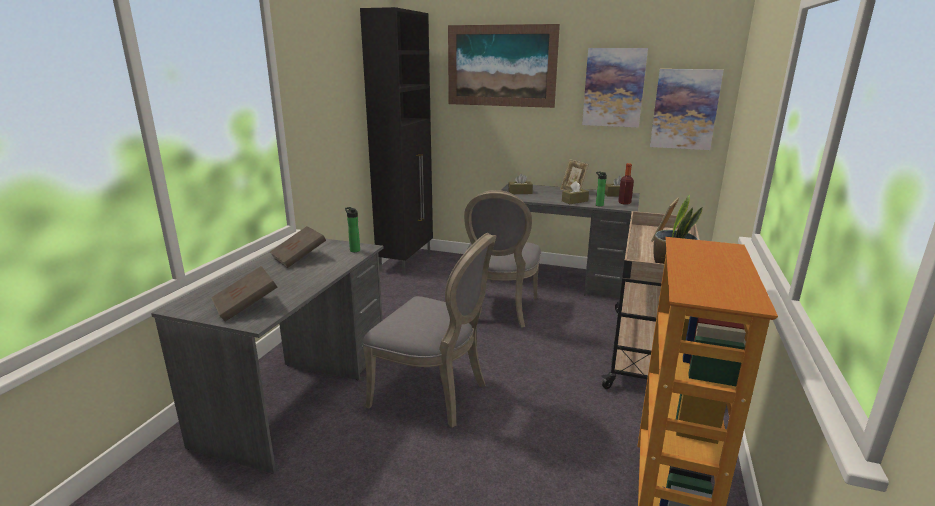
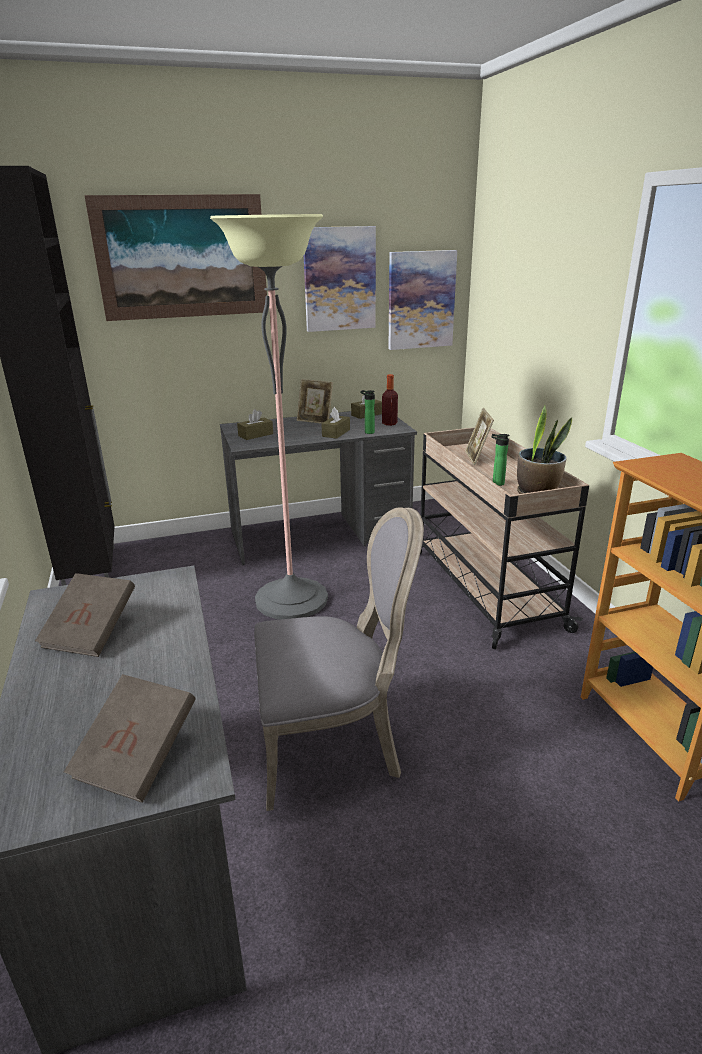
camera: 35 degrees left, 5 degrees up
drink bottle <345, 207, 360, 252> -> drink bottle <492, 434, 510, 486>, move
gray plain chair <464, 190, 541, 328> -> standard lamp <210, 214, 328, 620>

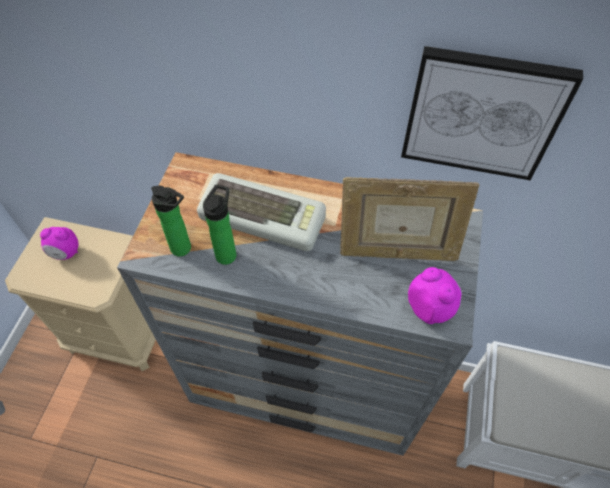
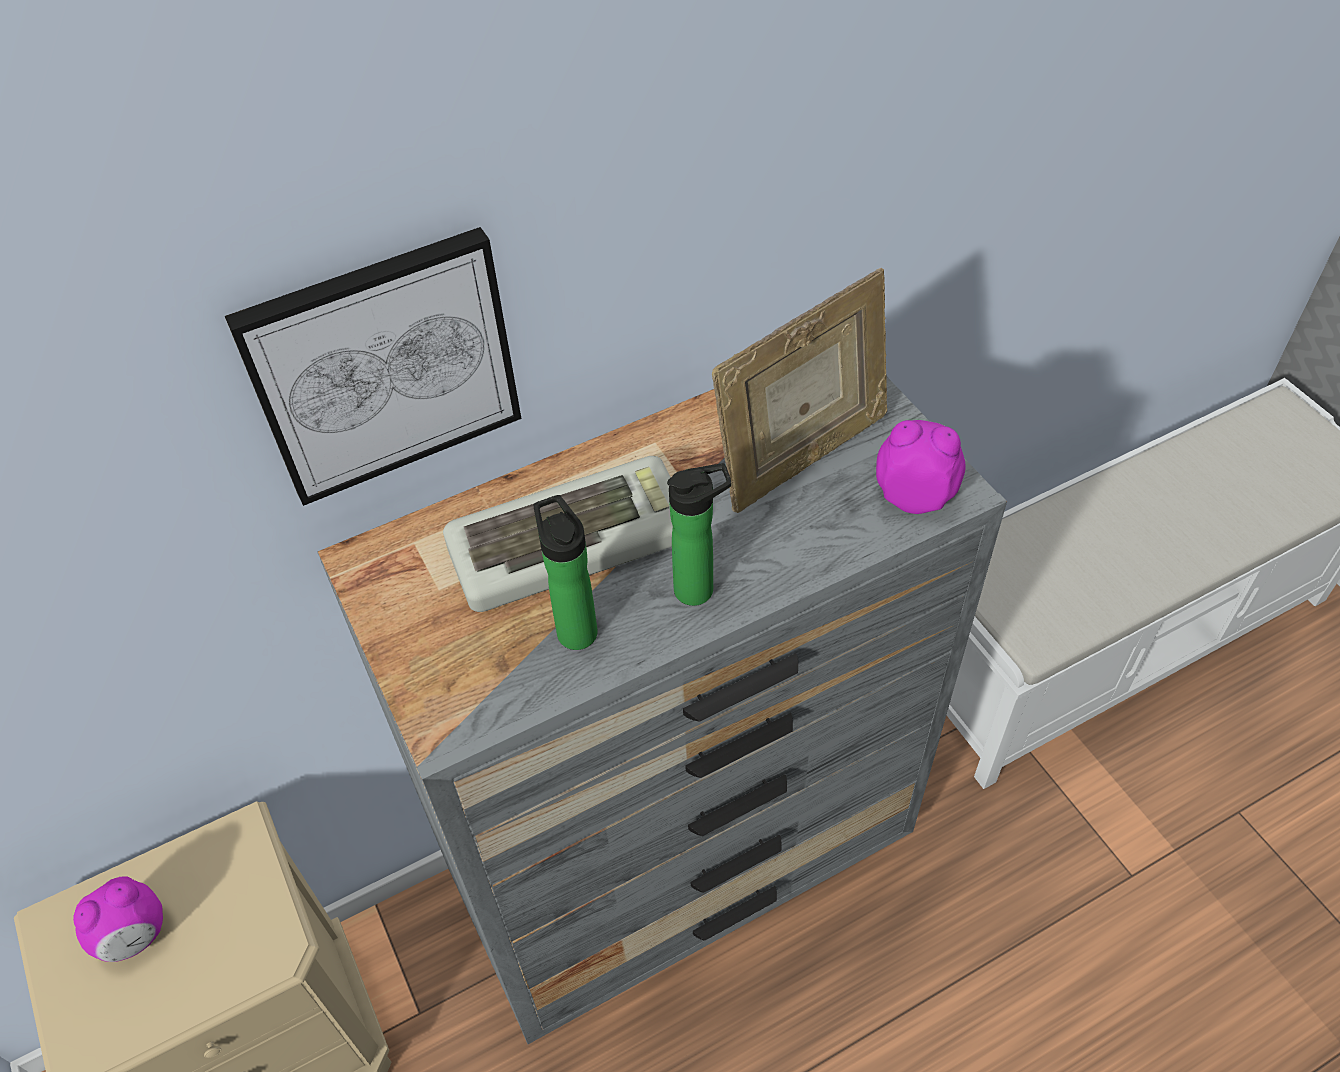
camera: 40 degrees left, 5 degrees down
drink bottle <151, 185, 191, 257> -> drink bottle <667, 463, 731, 606>, move
picture <401, 46, 583, 180> -> picture <225, 227, 521, 506>, move

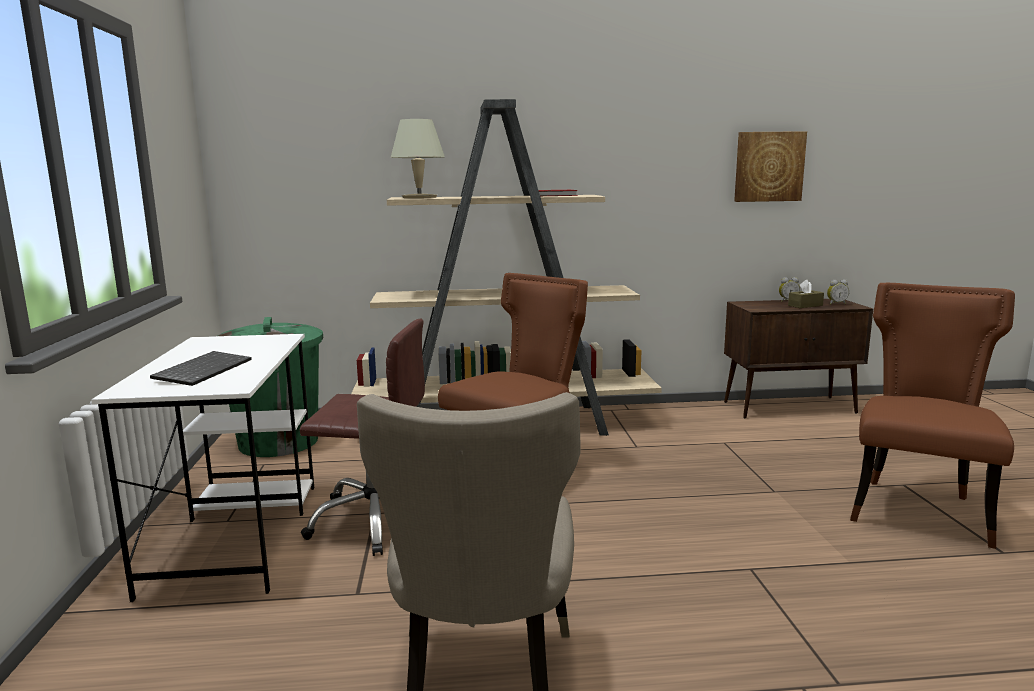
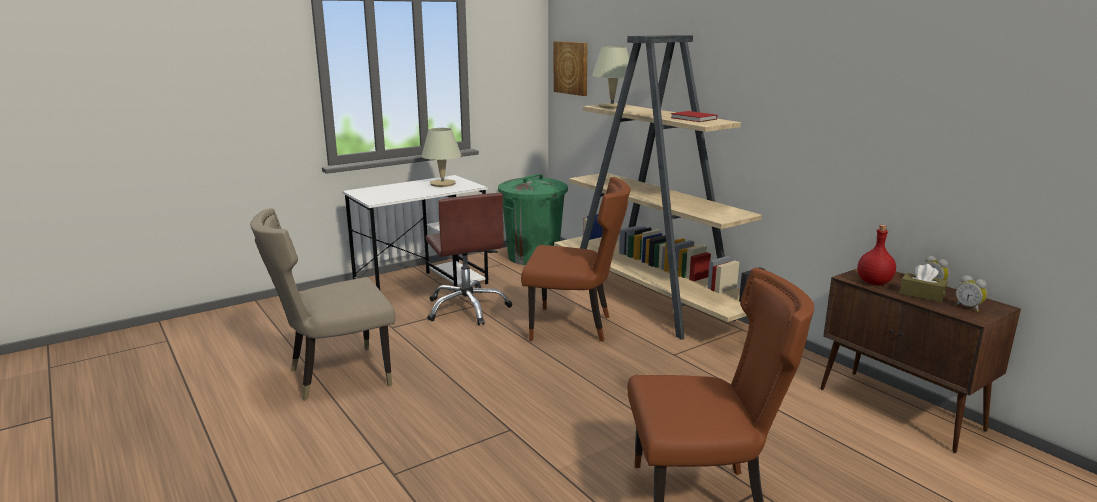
camera: 60 degrees right, 5 degrees up
computer keyboard <150, 351, 252, 386> -> none
none -> beige table lamp <421, 128, 461, 187>
none -> red drink bottle <858, 225, 896, 285>
picture <734, 131, 807, 202> -> picture <554, 41, 588, 96>, move

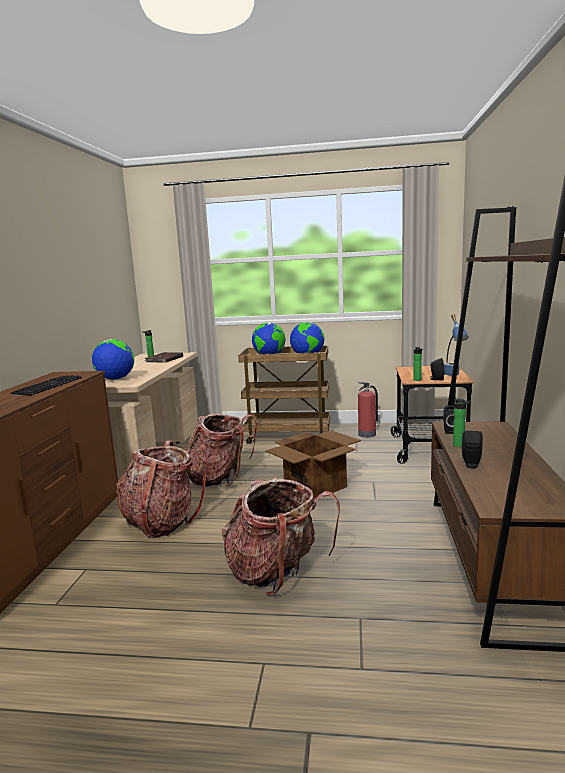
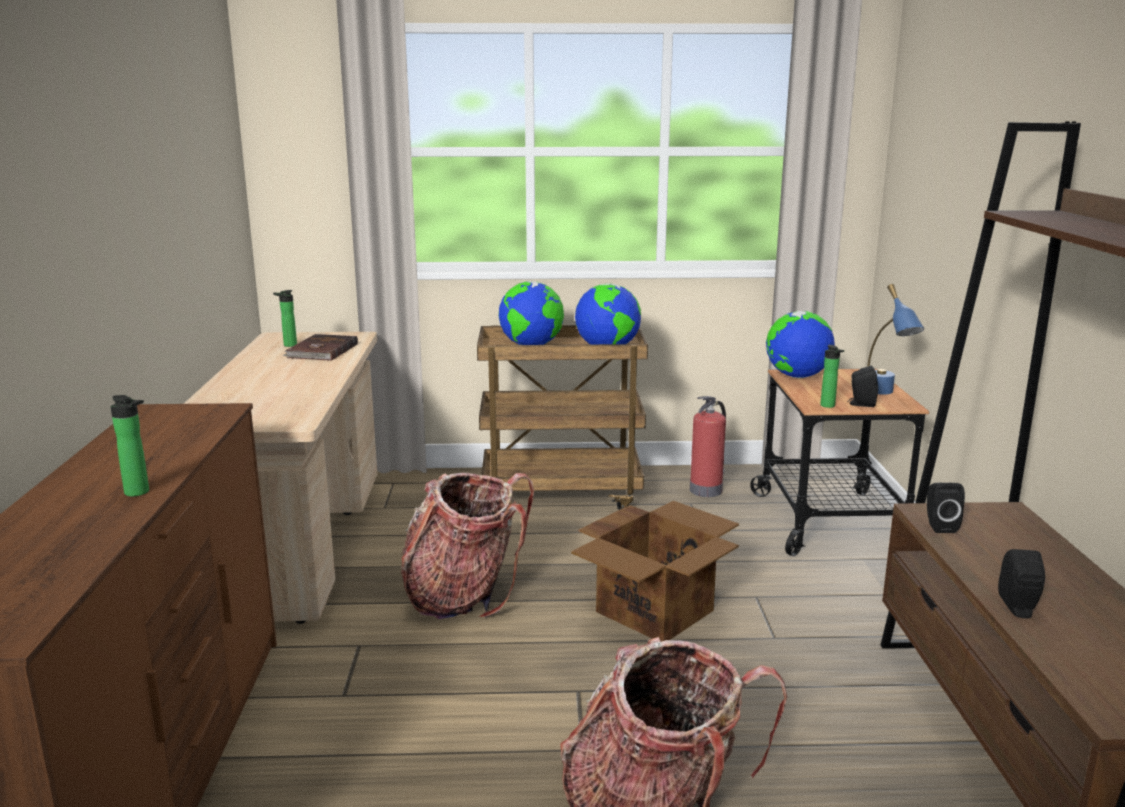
camera: 10 degrees left, 5 degrees up
computer keyboard <10, 375, 82, 395> -> none
backpack <116, 440, 208, 539> -> none
world globe <92, 339, 134, 380> -> world globe <766, 311, 835, 378>, move
drink bottle <453, 399, 471, 447> -> drink bottle <110, 395, 149, 496>, move

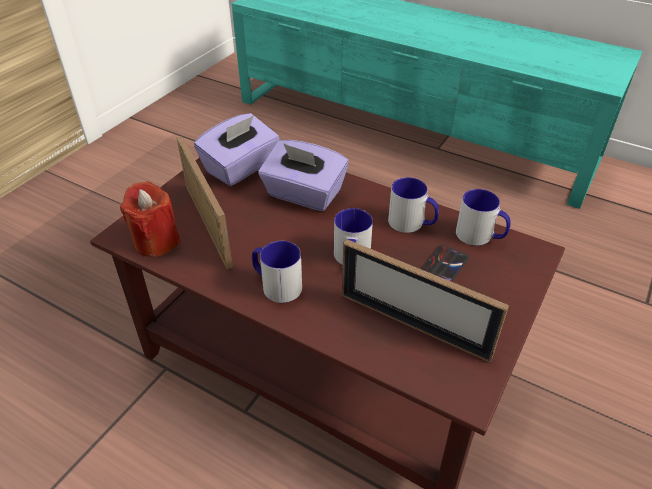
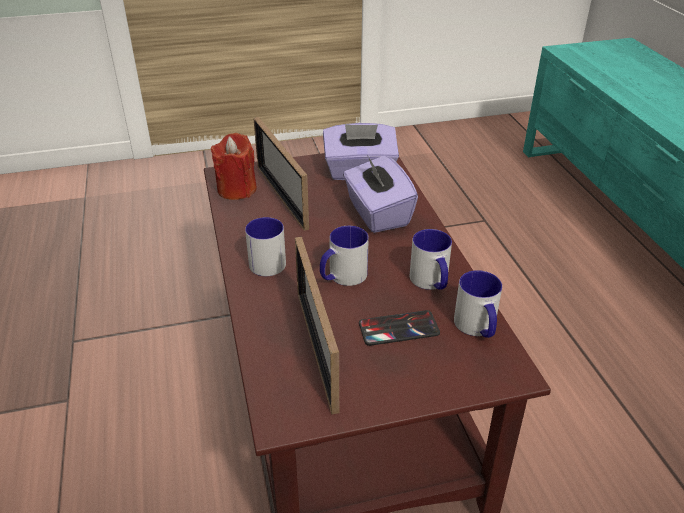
camera: 45 degrees right, 5 degrees down
standing frame <177, 136, 233, 269> -> standing frame <253, 117, 309, 231>, 135 degrees clockwise

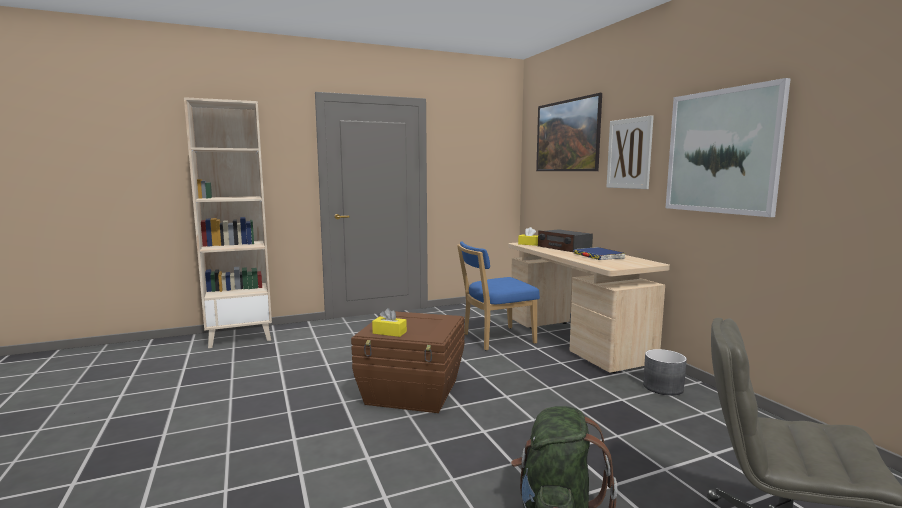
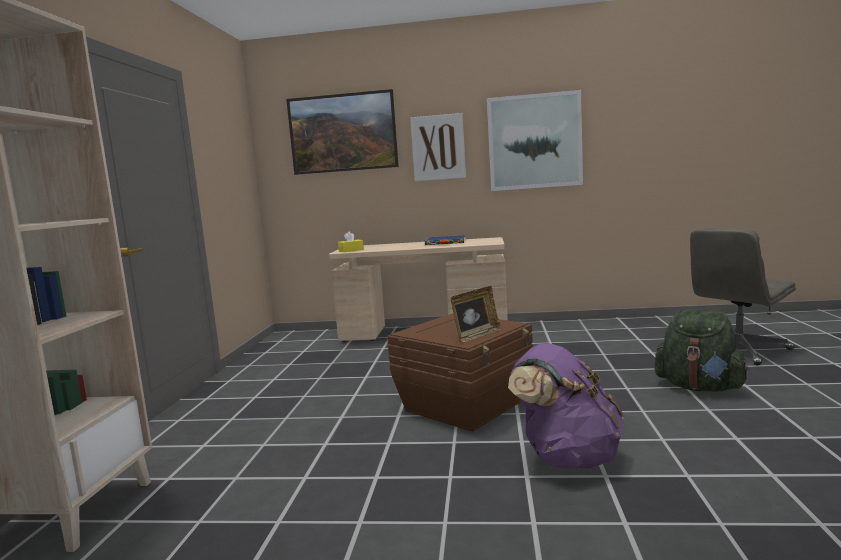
camera: 60 degrees left, 0 degrees up
blue-coloured plain chair <457, 241, 540, 351> -> none
radio receiver <538, 229, 593, 252> -> none
gray plant pot <643, 349, 687, 396> -> none
none -> purple backpack <508, 343, 625, 469>
yellow-coloured box of tissues <372, 308, 407, 337> -> standing frame <451, 286, 501, 342>

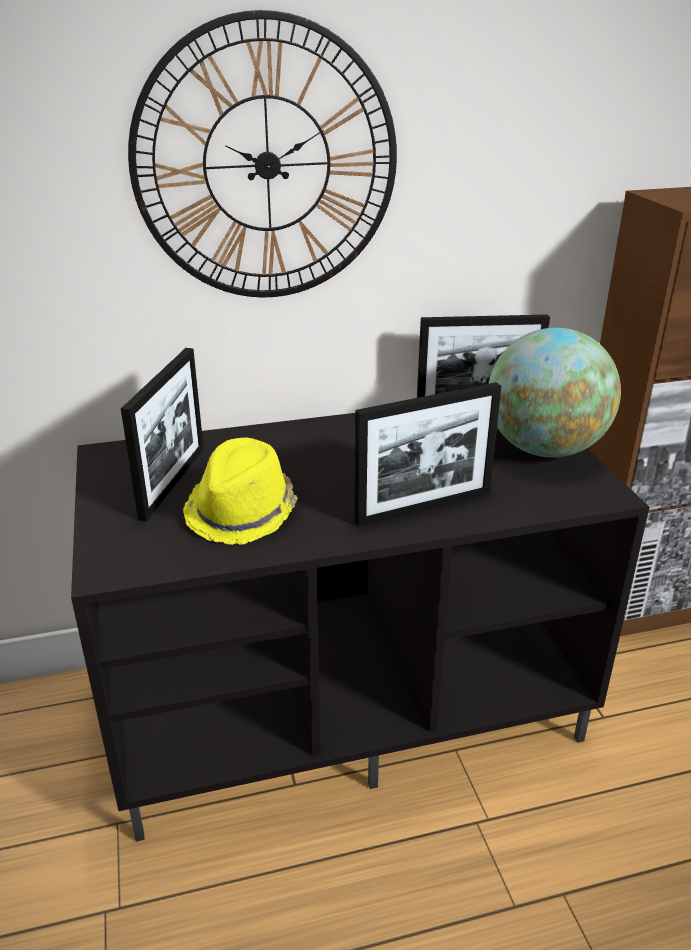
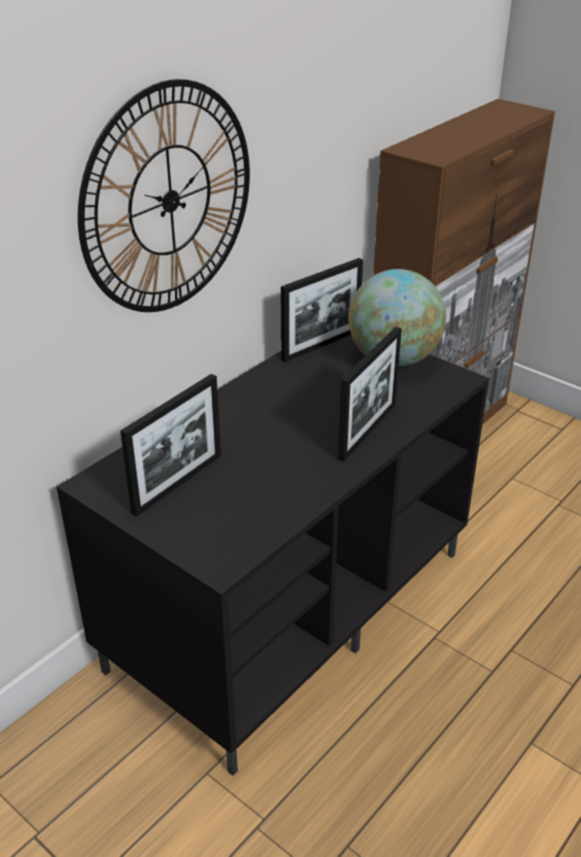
camera: 35 degrees left, 5 degrees up
yellow-coloured wearable hat <183, 438, 298, 545> -> none
standing frame <121, 348, 204, 521> -> standing frame <120, 374, 221, 517>, 60 degrees clockwise

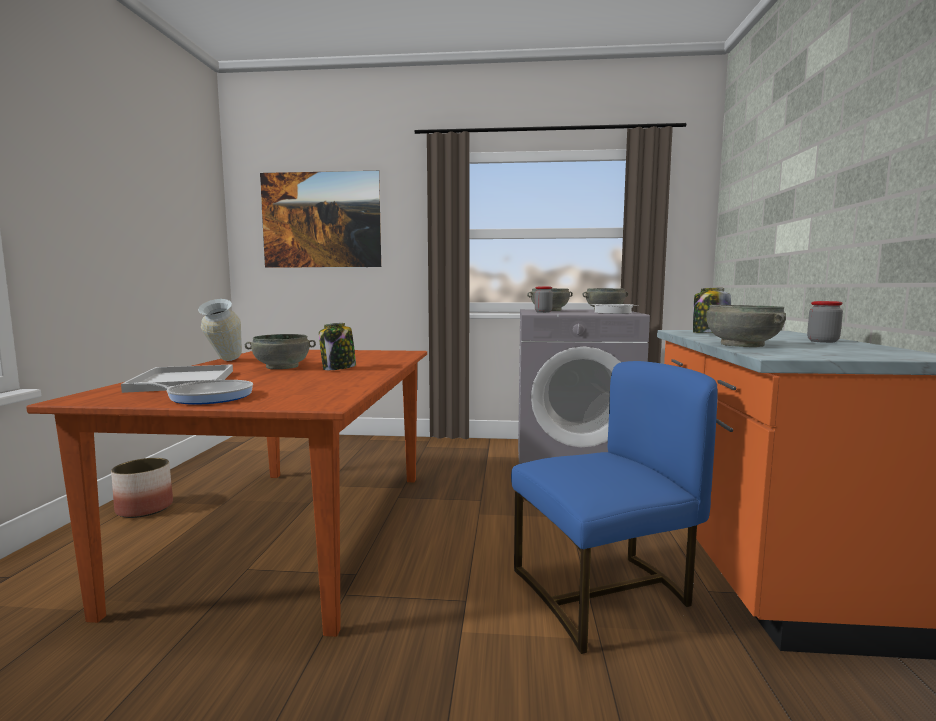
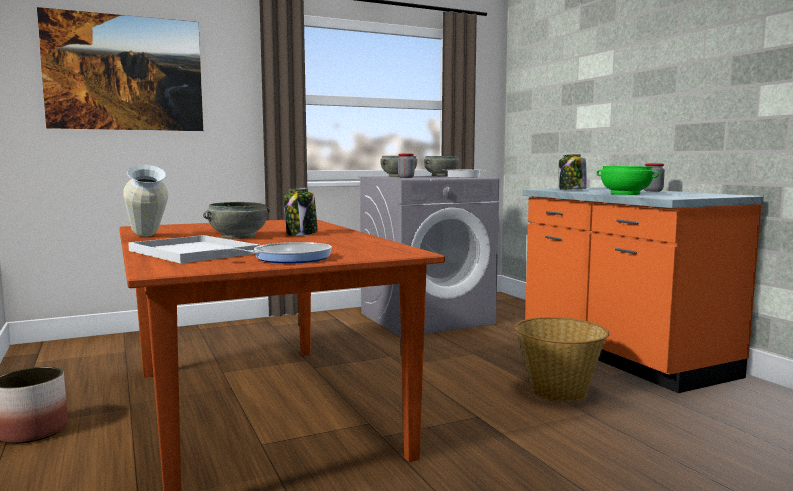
camera: 30 degrees left, 0 degrees up
blue-coloured plain chair <511, 361, 718, 654> -> storage basket <515, 317, 609, 402>
gray serving bowl <706, 305, 786, 347> -> greenish serving bowl <597, 166, 659, 195>

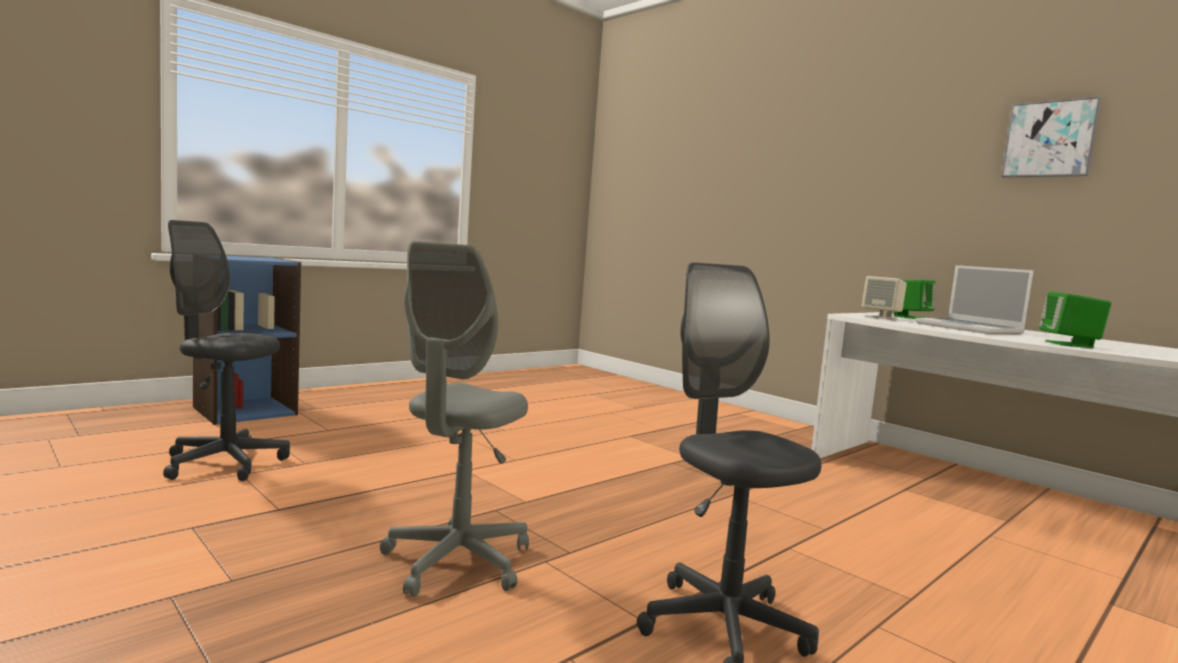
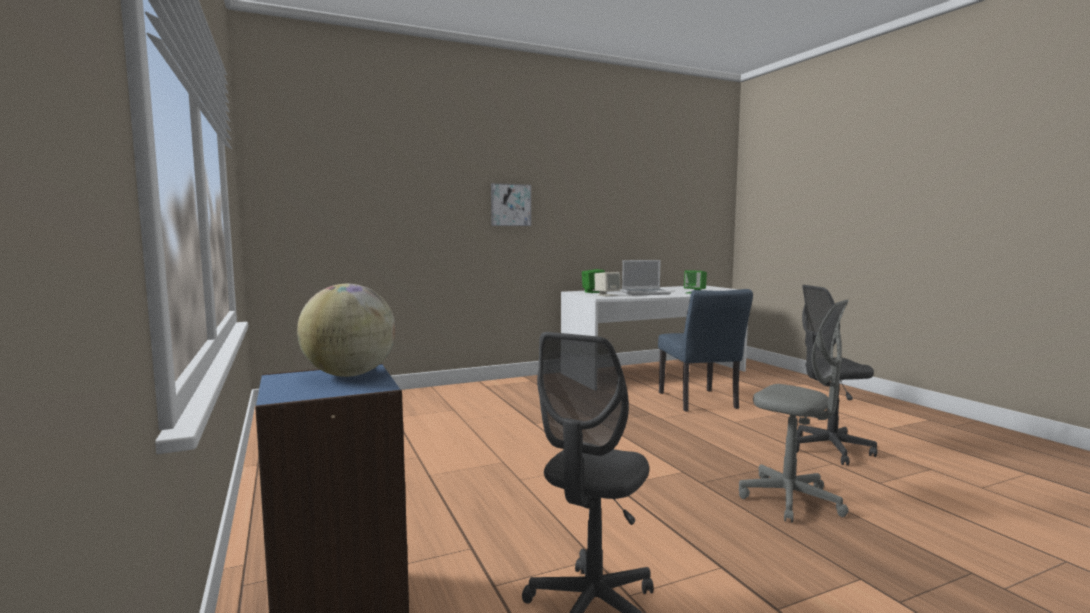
camera: 70 degrees left, 0 degrees up
none -> world globe <297, 284, 396, 377>
none -> blue-coloured plain chair <658, 289, 753, 412>
picture <1001, 96, 1102, 178> -> picture <491, 183, 531, 226>, move

